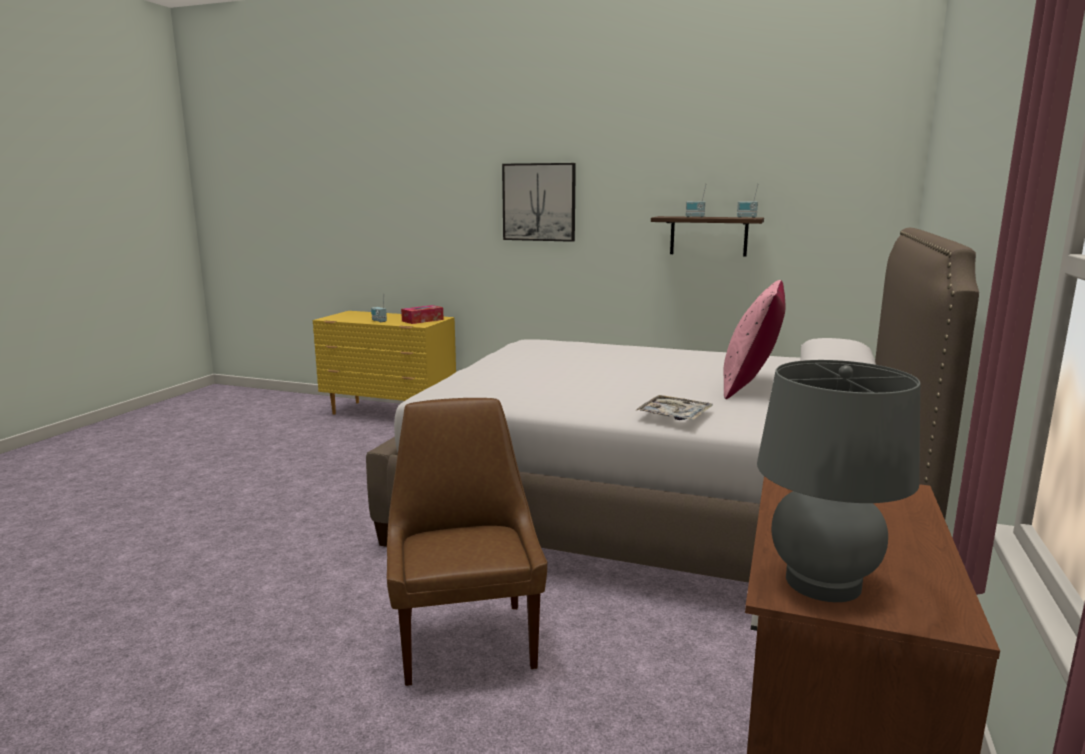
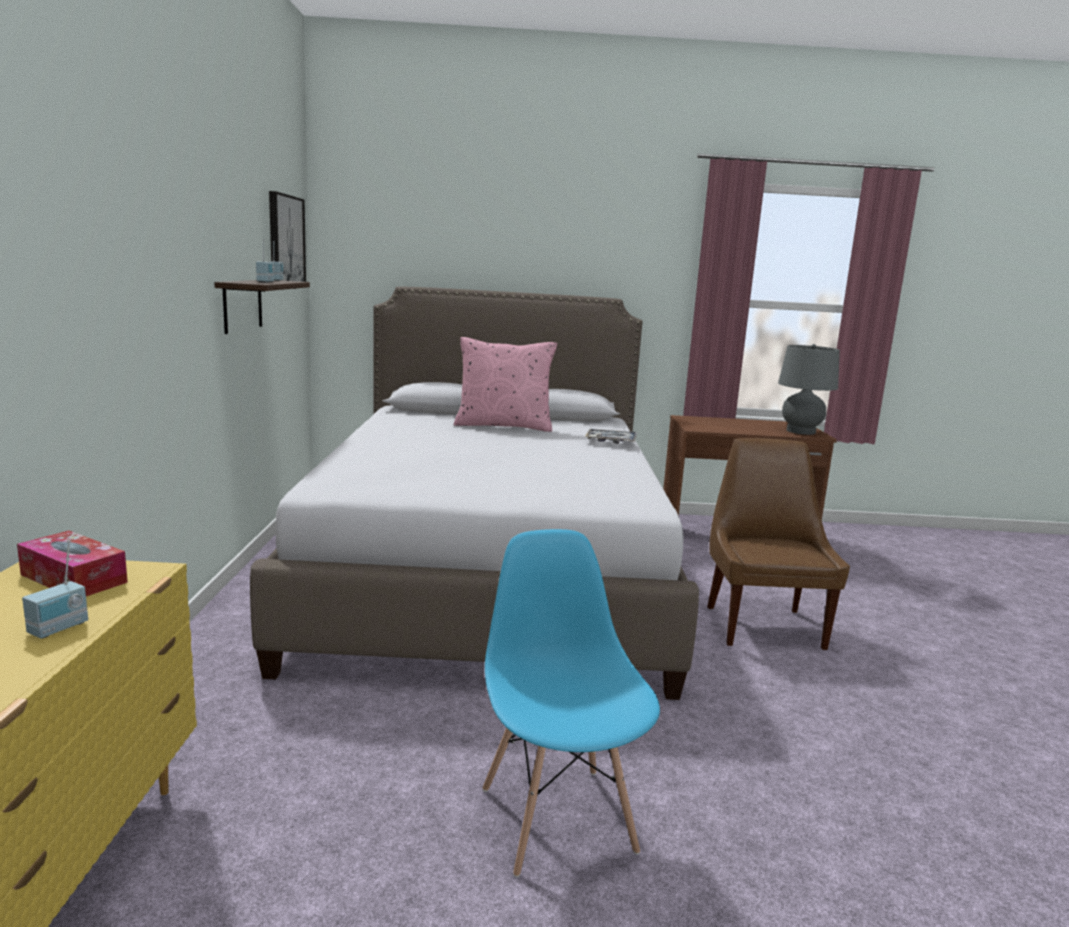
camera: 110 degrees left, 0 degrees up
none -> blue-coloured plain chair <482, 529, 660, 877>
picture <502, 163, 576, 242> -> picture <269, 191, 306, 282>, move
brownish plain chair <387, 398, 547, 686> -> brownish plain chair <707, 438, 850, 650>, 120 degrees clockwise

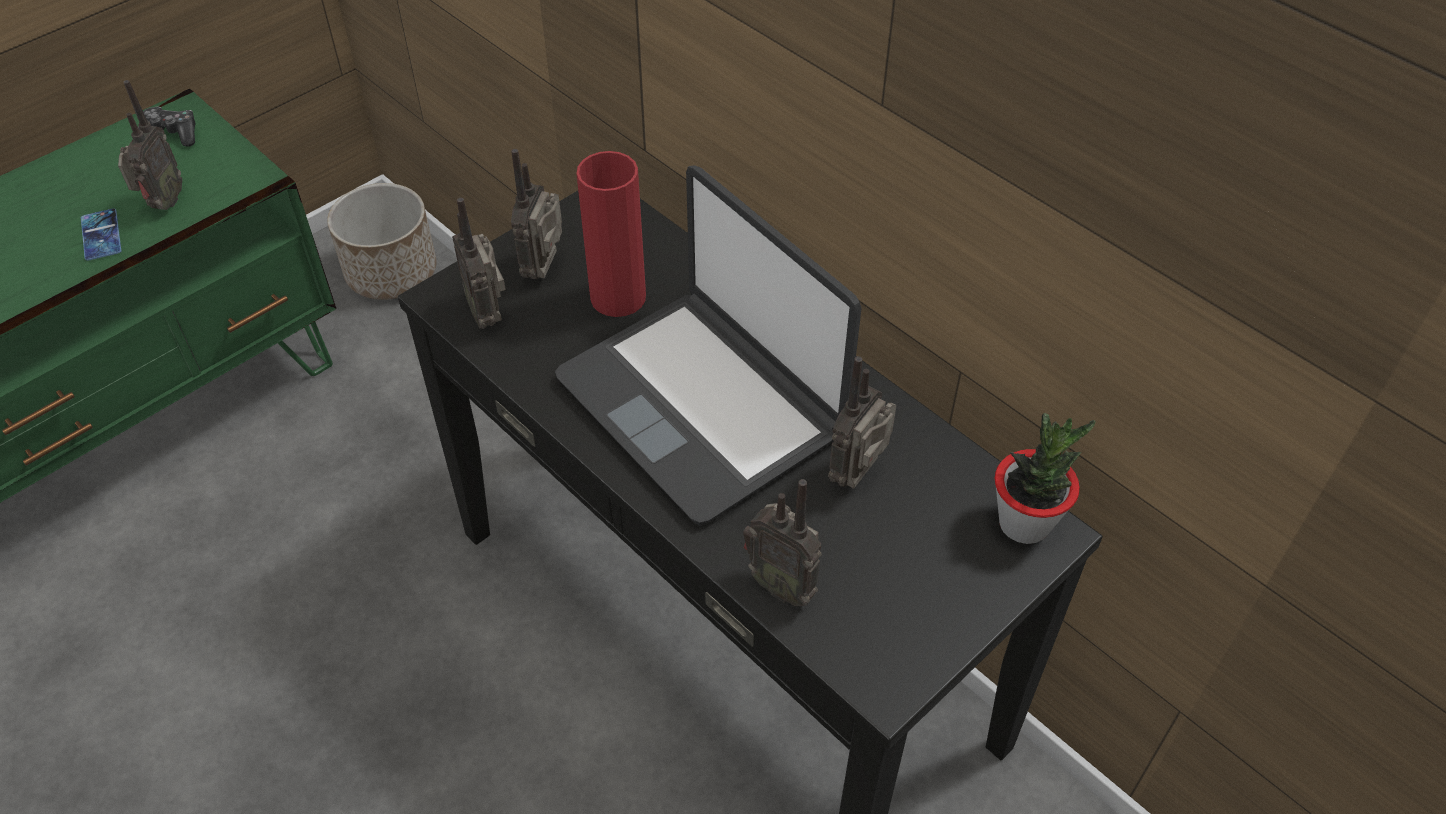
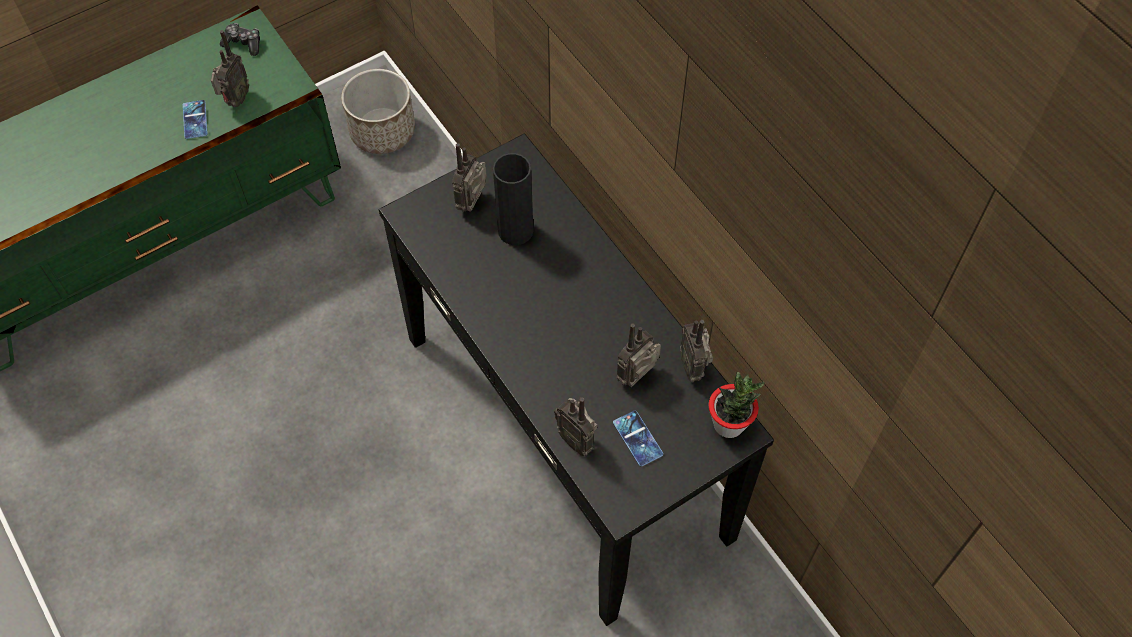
camera: 10 degrees right, 10 degrees up
notebook computer <555, 165, 862, 525> -> none
none -> telephone <613, 410, 663, 466>
radio receiver <452, 198, 506, 329> -> radio receiver <680, 320, 713, 382>, move
red decorative vase <576, 151, 646, 317> -> black-coloured decorative vase <493, 153, 534, 245>

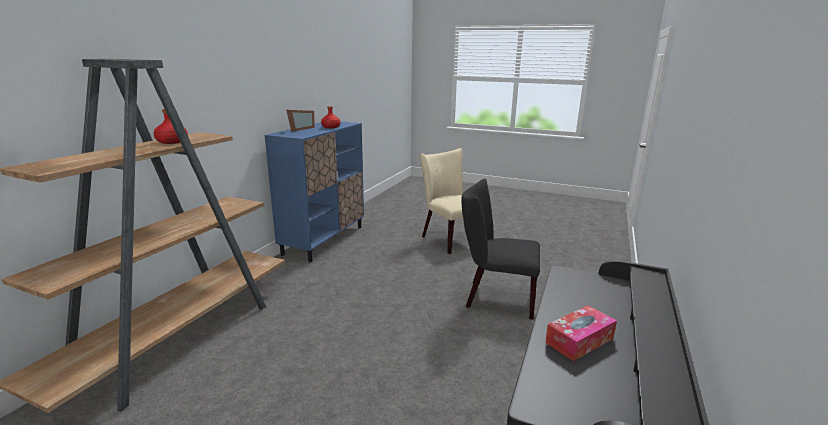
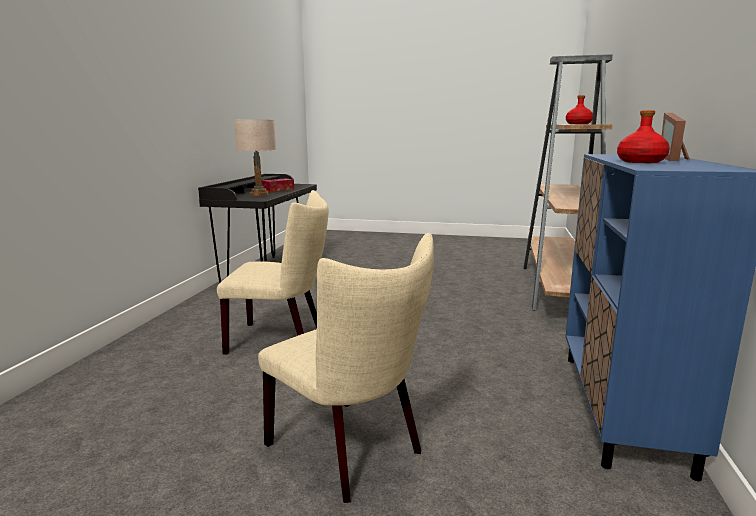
camera: 170 degrees right, 5 degrees down
none -> beige table lamp <234, 119, 276, 196>
black-coloured plain chair <461, 179, 540, 319> -> beige plain chair <217, 190, 329, 354>

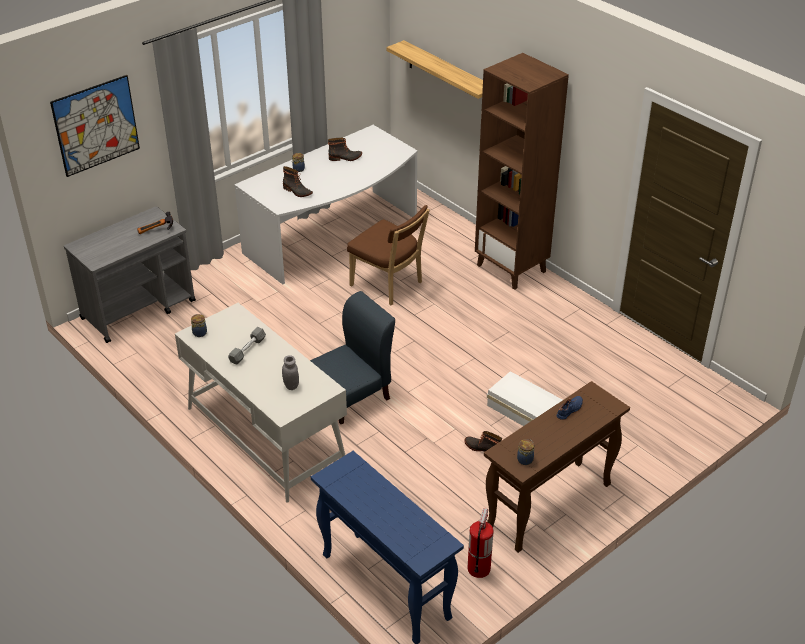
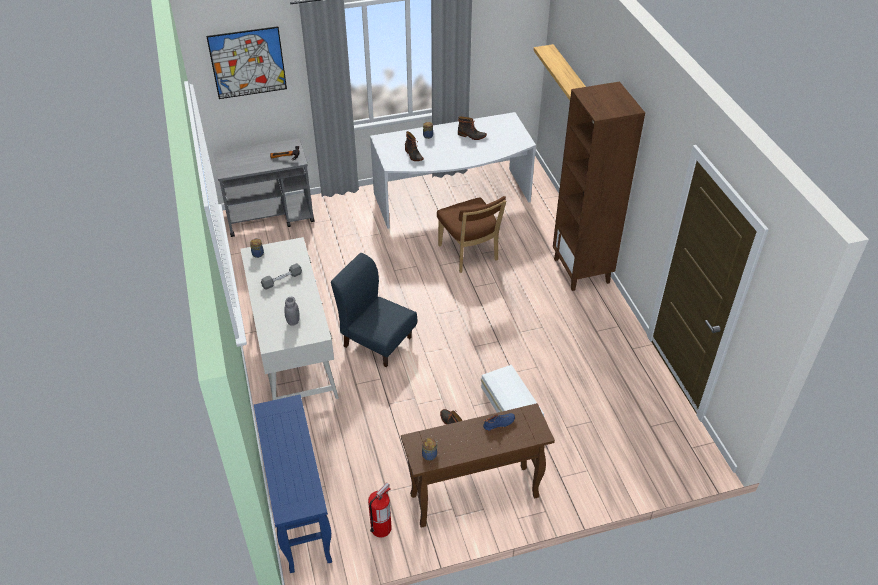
camera: 25 degrees right, 5 degrees up
blue-coloured plain chair <310, 291, 395, 425> -> blue-coloured plain chair <331, 253, 417, 367>, 135 degrees counterclockwise

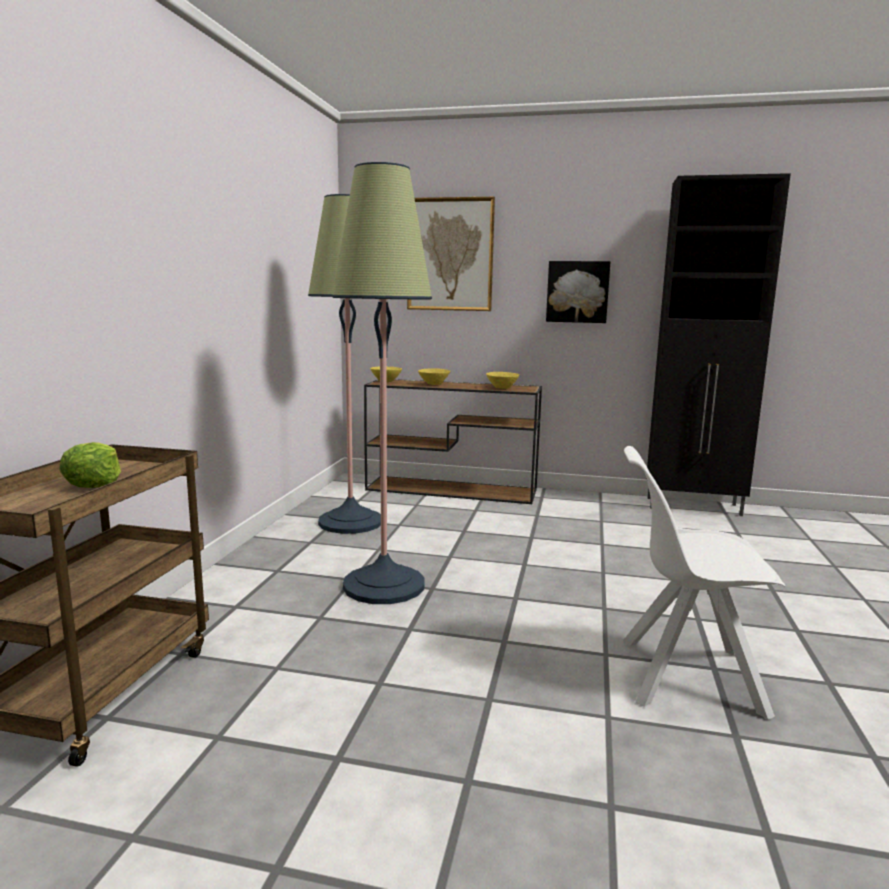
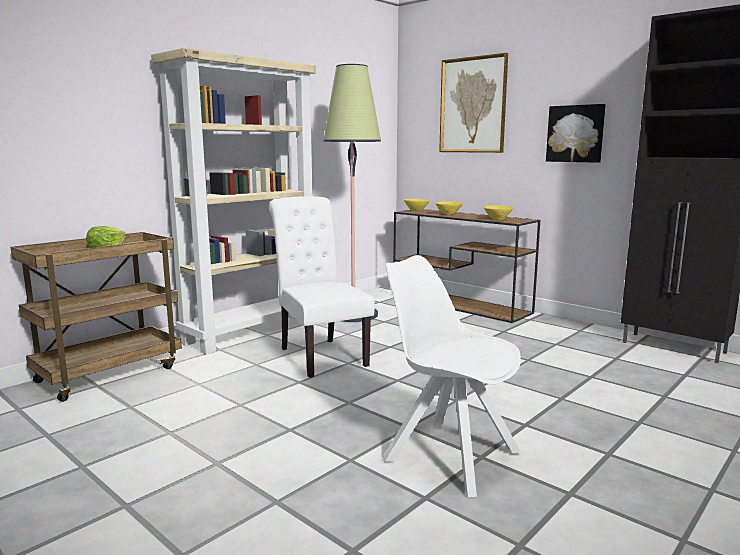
camera: 30 degrees right, 0 degrees up
none -> beige shelving unit <151, 48, 316, 355>
standard lamp <332, 162, 432, 604> -> whitish plain chair <269, 196, 375, 378>

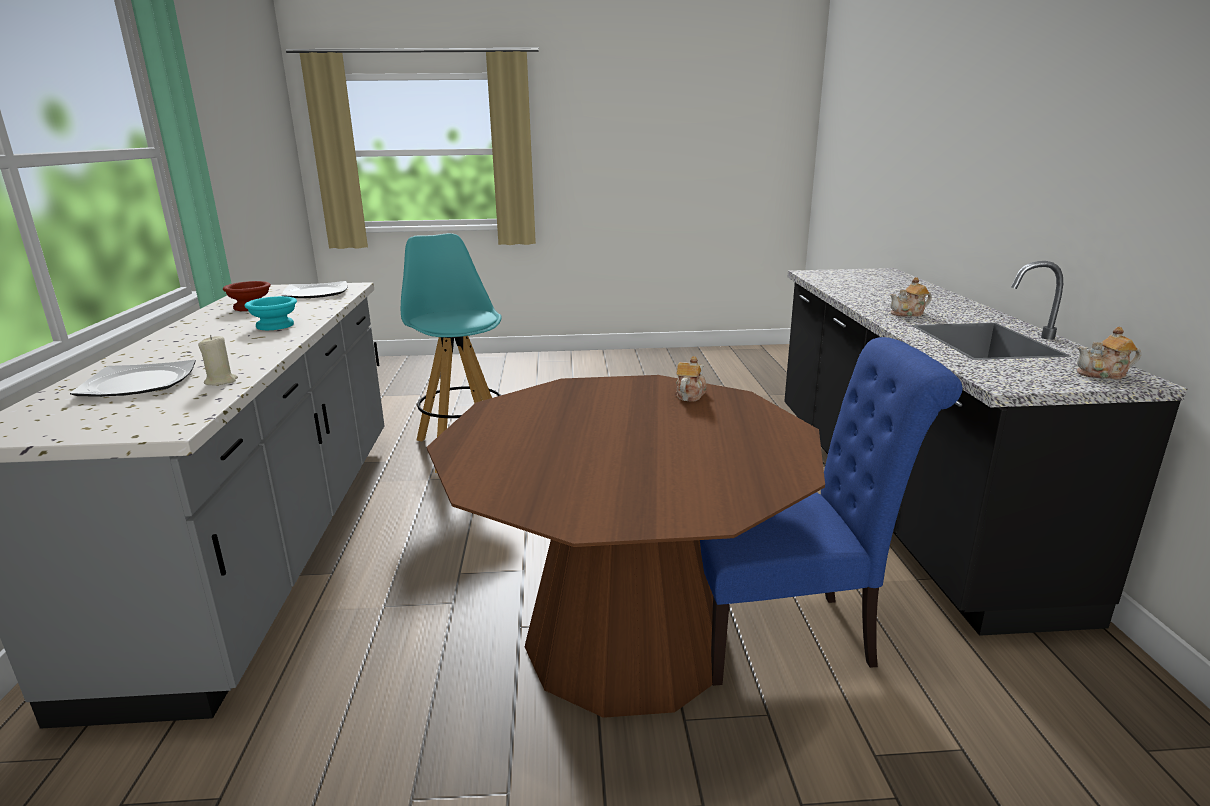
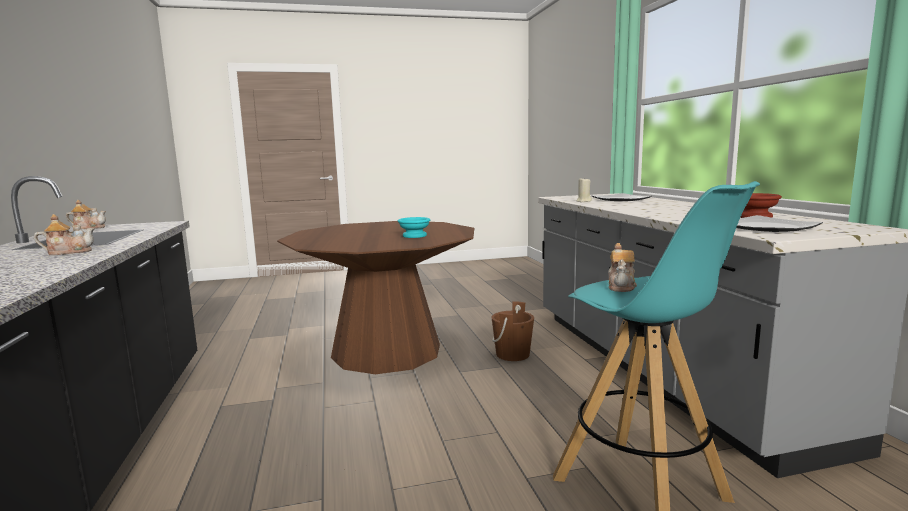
camera: 170 degrees right, 10 degrees down
blue-coloured plain chair <700, 337, 962, 686> -> none
none -> brownish water bucket <491, 301, 534, 361>
turquoise-coloured serving bowl <245, 296, 297, 330> -> turquoise-coloured serving bowl <398, 217, 430, 238>, move
tea pot <675, 356, 707, 402> -> tea pot <608, 243, 637, 292>, move

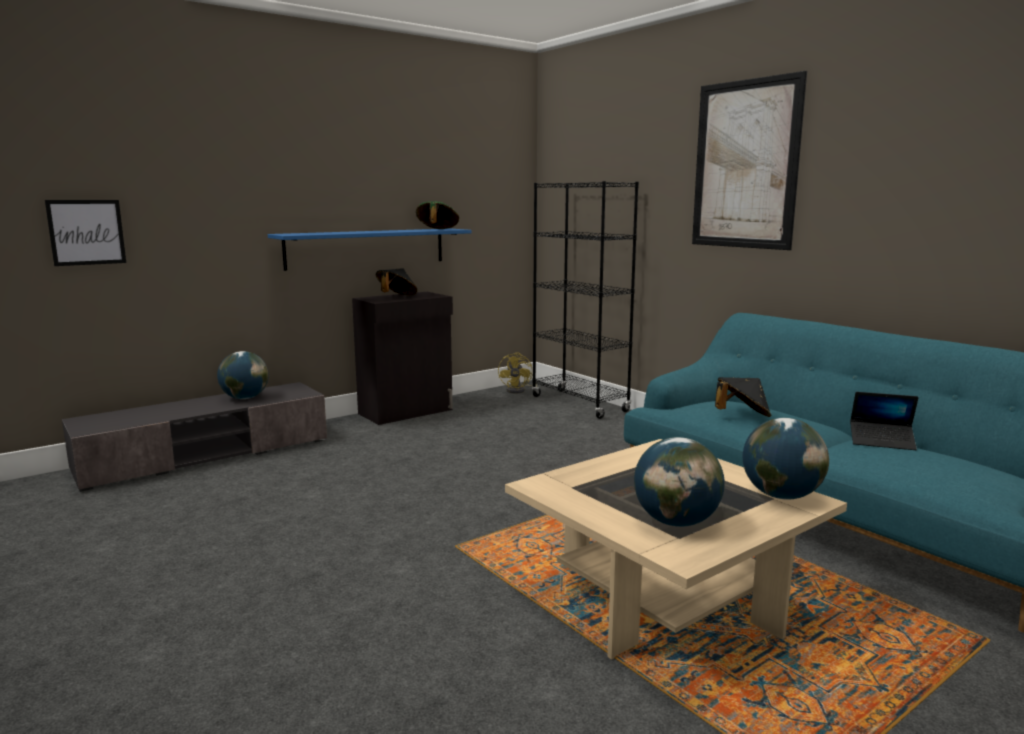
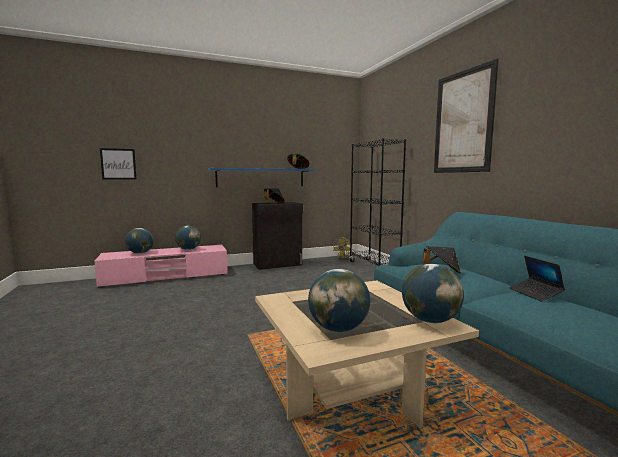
camera: 15 degrees right, 5 degrees down
none -> world globe <125, 228, 154, 254>
gray tv unit <62, 382, 327, 492> -> pink-coloured tv unit <95, 245, 228, 288>
notebook computer <850, 392, 918, 450> -> notebook computer <509, 256, 565, 302>, 45 degrees clockwise

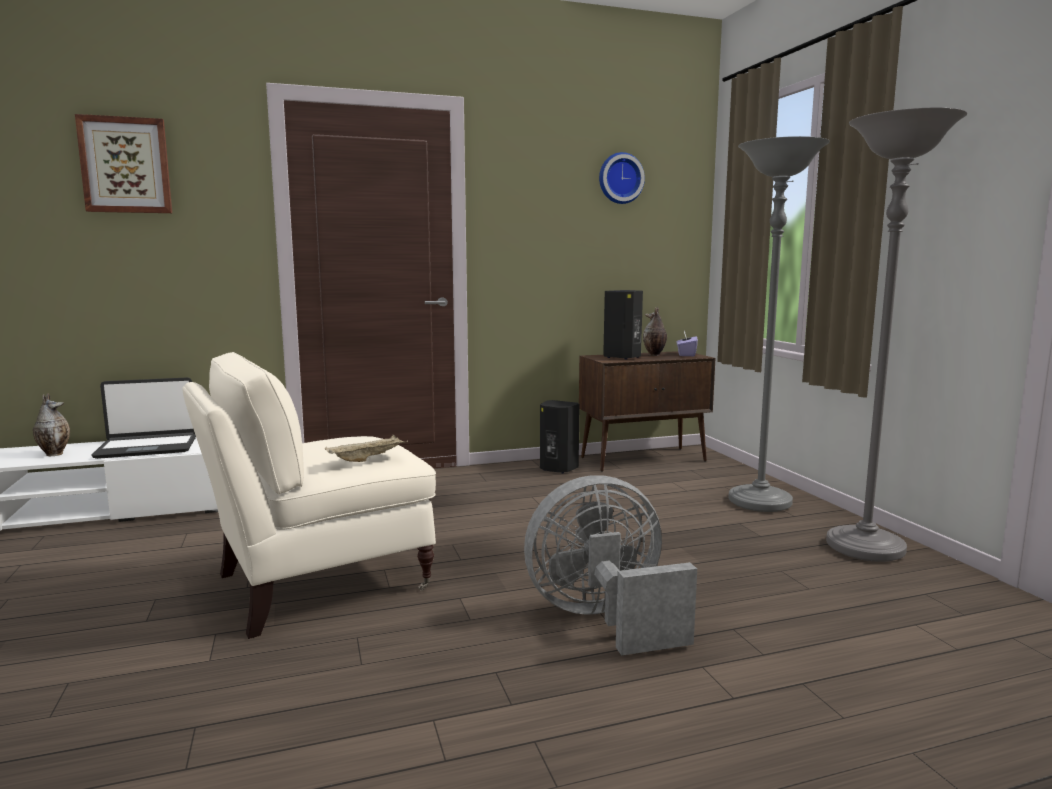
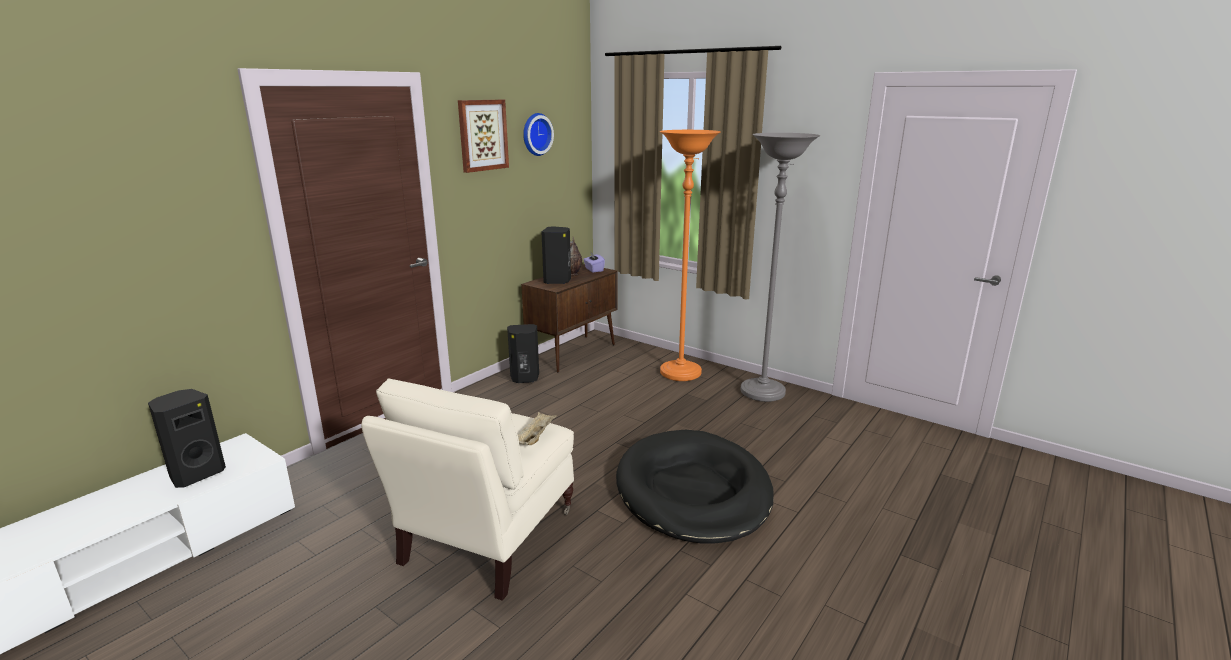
camera: 35 degrees left, 10 degrees up
decorative vase <33, 393, 70, 456> -> none
picture <75, 114, 172, 213> -> picture <458, 100, 509, 173>, move
notebook computer <91, 377, 196, 459> -> black-coloured audio speaker <148, 389, 226, 488>
gray electric fan <524, 475, 697, 656> -> black-coloured dog cushion <616, 430, 774, 544>
gray standard lamp <729, 136, 830, 512> -> orangey standard lamp <660, 130, 721, 381>

